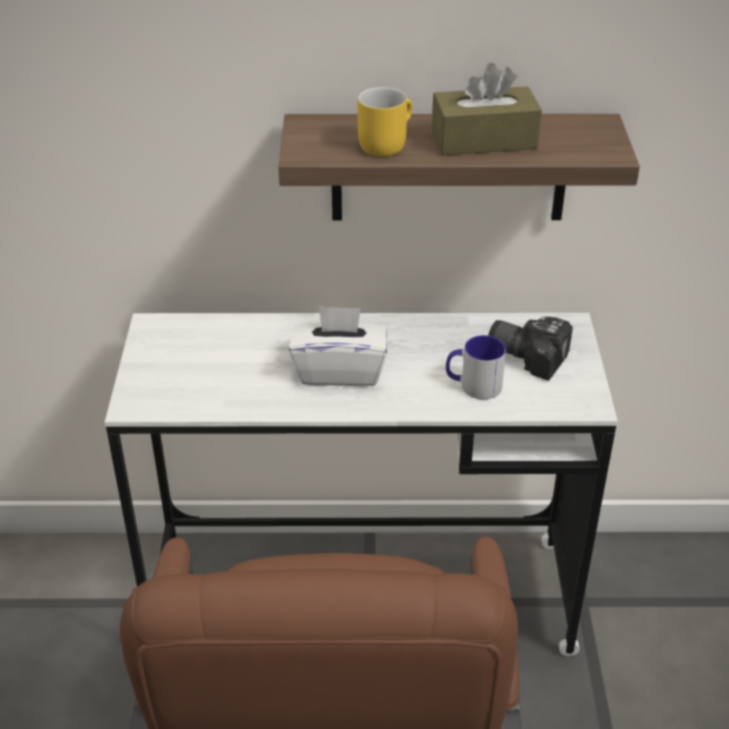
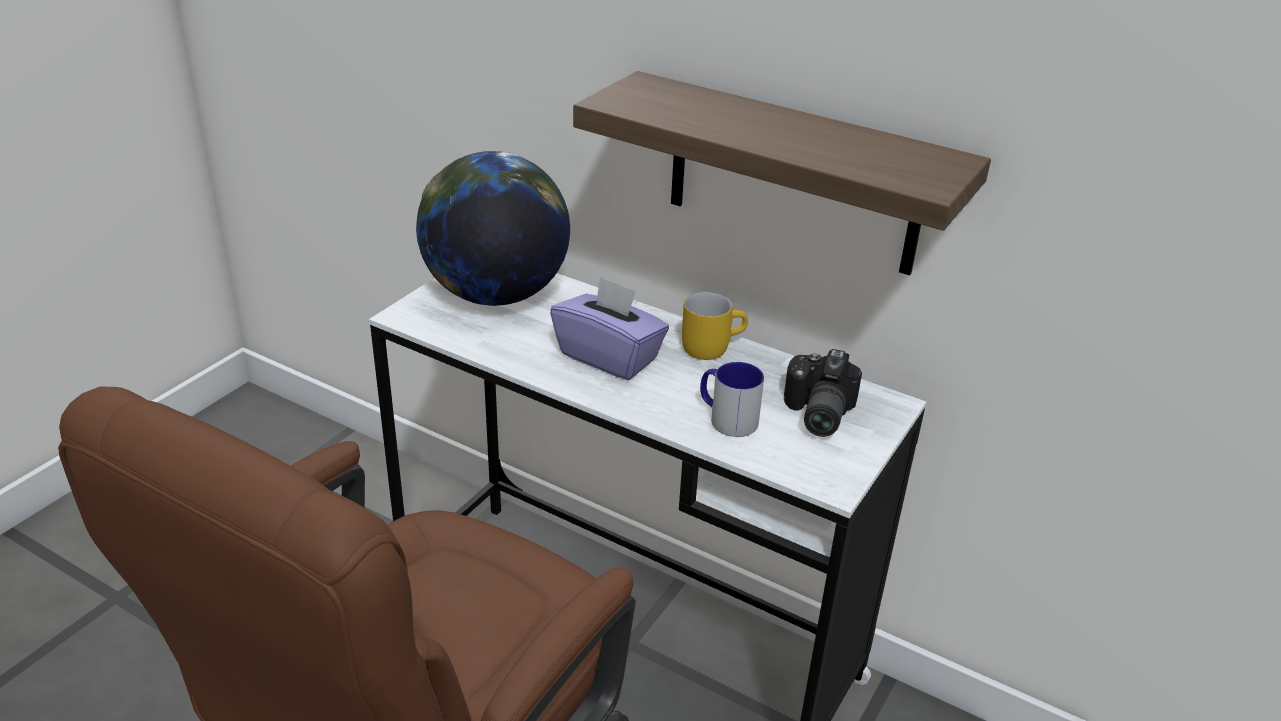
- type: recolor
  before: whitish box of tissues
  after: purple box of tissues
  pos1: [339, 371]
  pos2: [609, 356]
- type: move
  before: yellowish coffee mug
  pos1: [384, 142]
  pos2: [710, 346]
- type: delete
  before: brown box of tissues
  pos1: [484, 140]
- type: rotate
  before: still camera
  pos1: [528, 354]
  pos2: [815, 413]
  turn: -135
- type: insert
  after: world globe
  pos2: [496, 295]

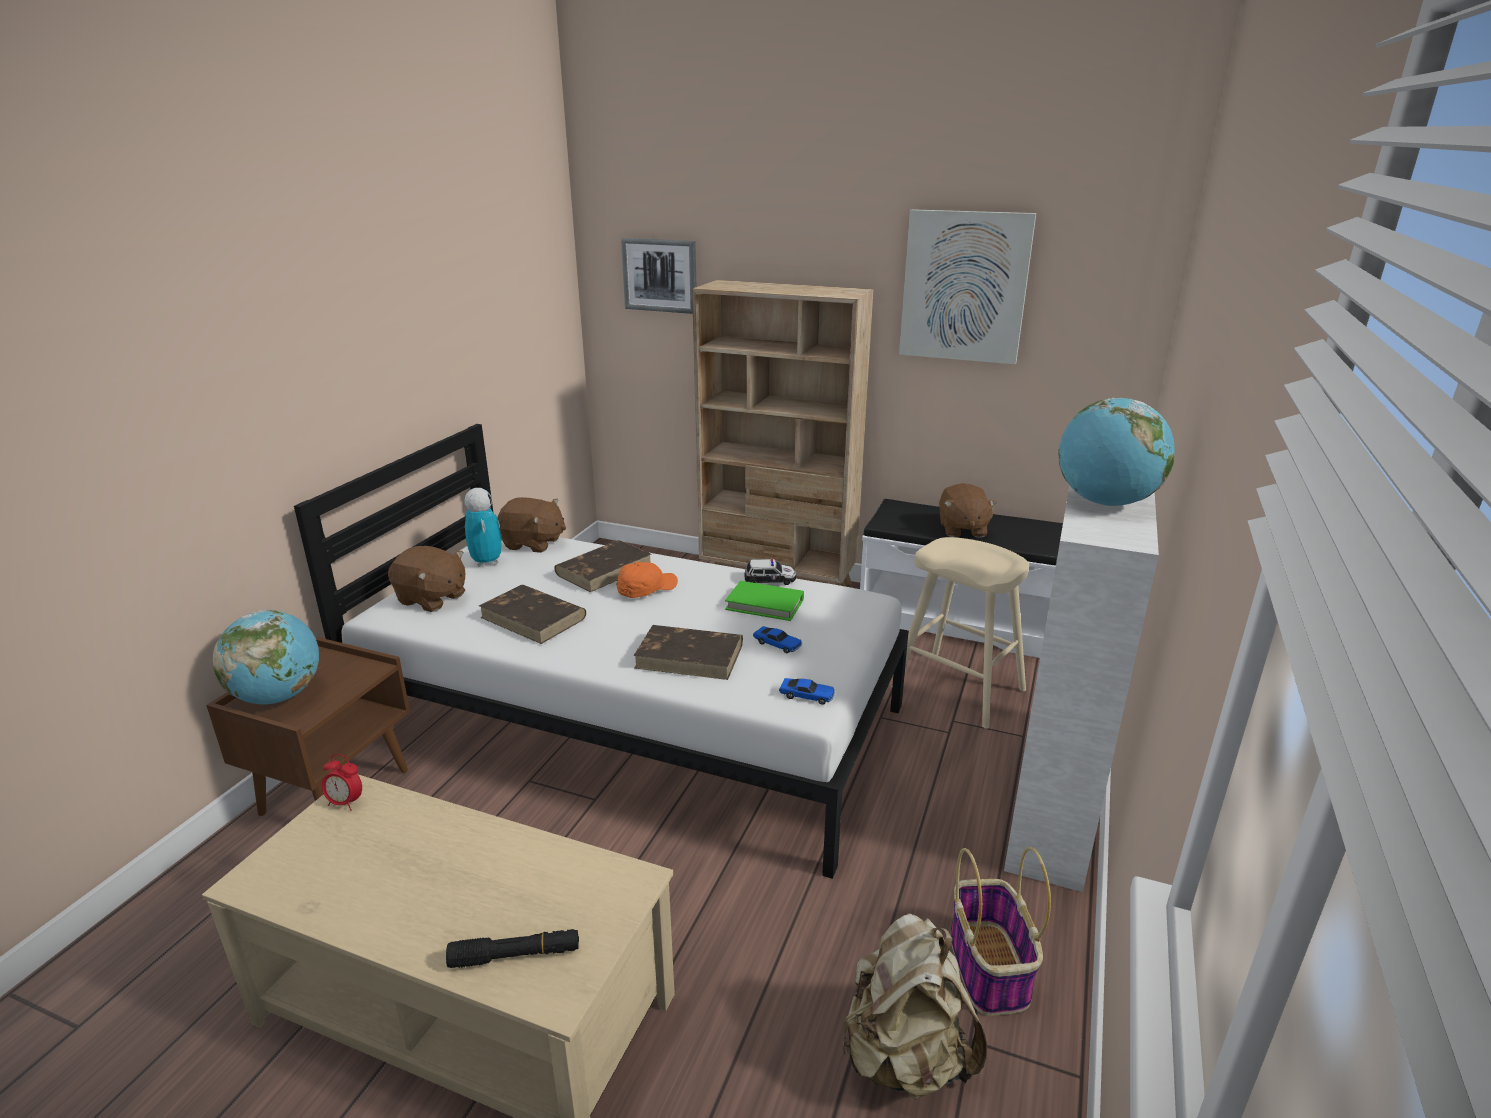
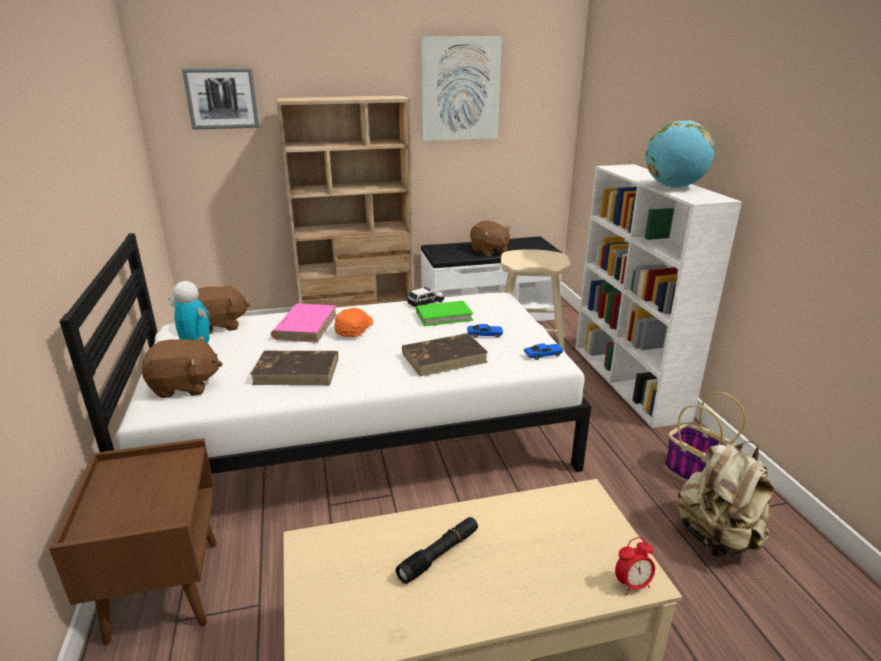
- type: delete
  before: world globe
  pos1: [278, 696]
- type: move
  before: alarm clock
  pos1: [345, 803]
  pos2: [632, 584]
- type: move
  before: black torch
  pos1: [515, 956]
  pos2: [439, 555]
- type: recolor
  before: brown bound book
  after: pink bound book
  pos1: [604, 569]
  pos2: [305, 326]

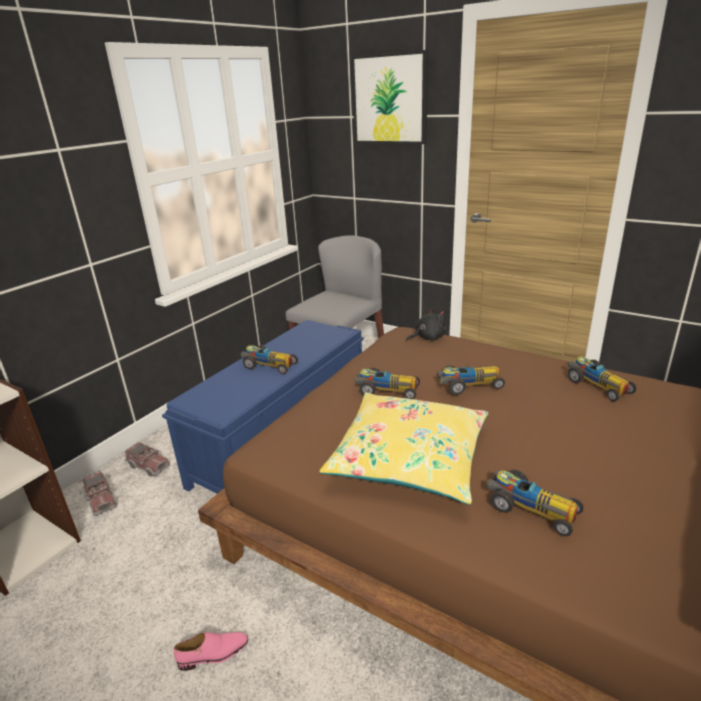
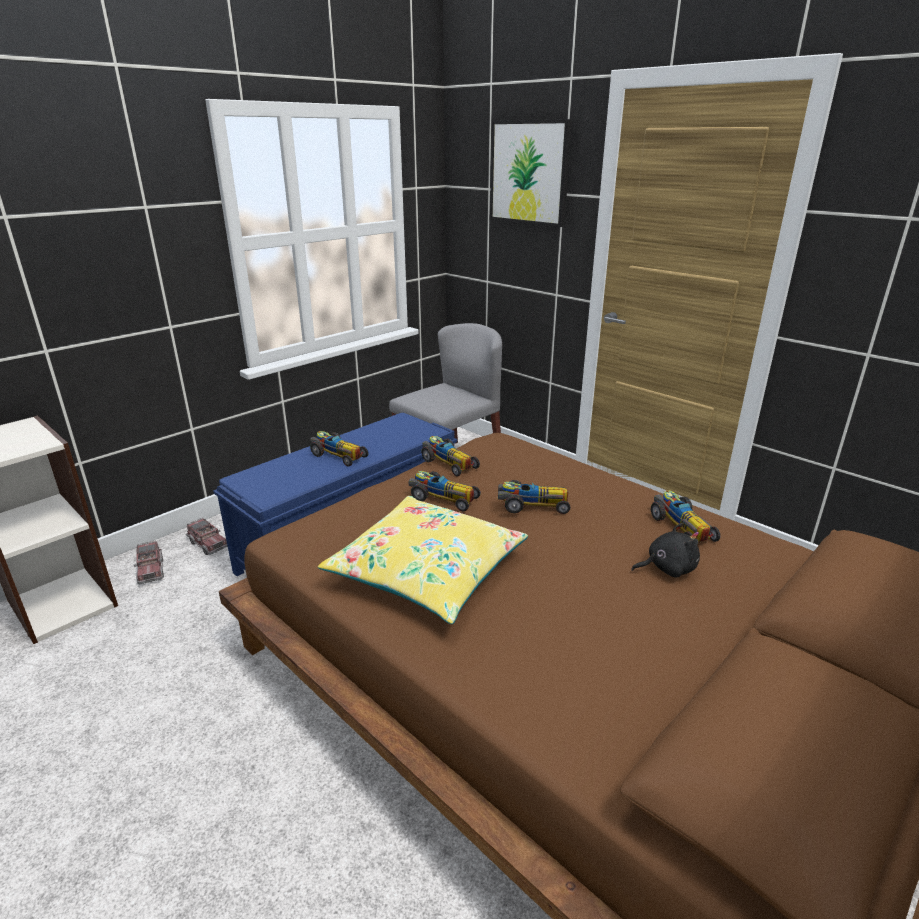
- type: delete
  before: pink item of footwear
  pos1: [213, 654]
- type: move
  before: black plush toy
  pos1: [428, 338]
  pos2: [667, 568]
- type: move
  before: model car
  pos1: [530, 508]
  pos2: [448, 462]

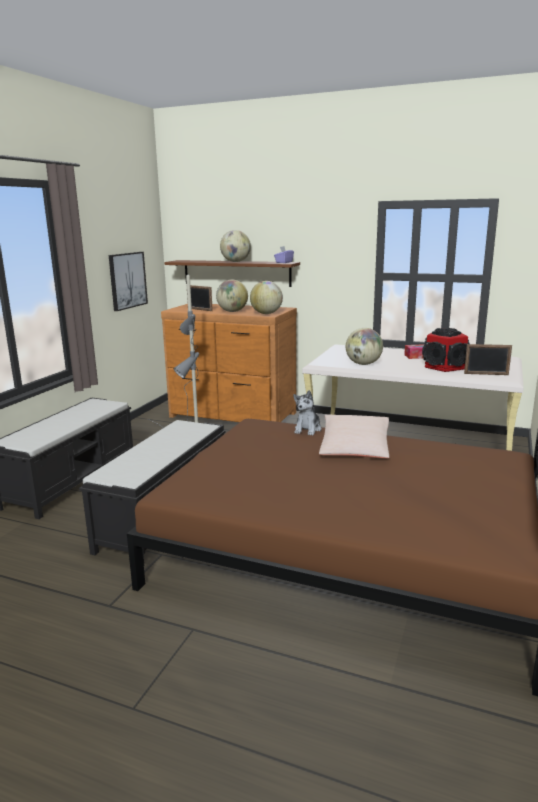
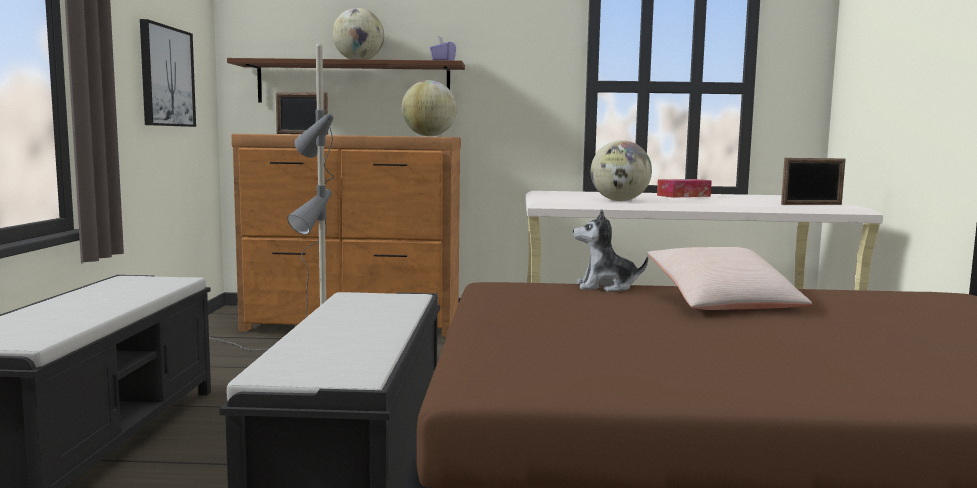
- type: delete
  before: world globe
  pos1: [232, 311]
- type: rotate
  before: plush toy
  pos1: [308, 429]
  pos2: [606, 287]
  turn: 90
- type: delete
  before: audio speaker
  pos1: [445, 367]

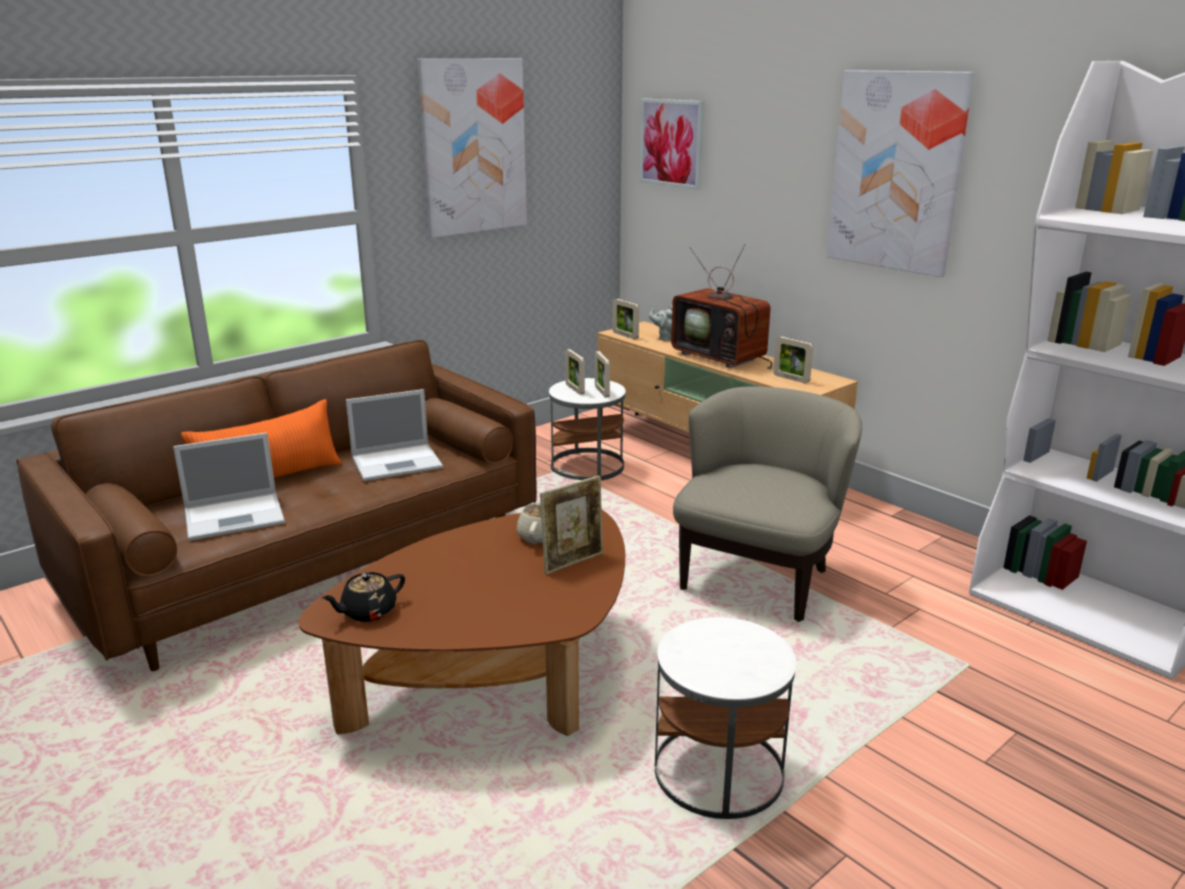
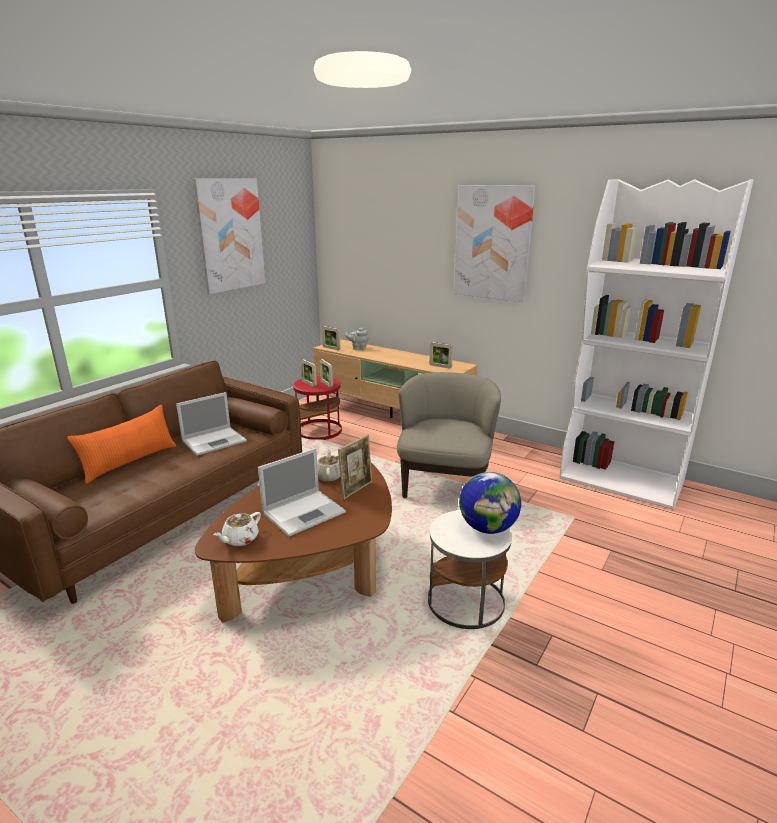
- type: move
  before: laptop
  pos1: [236, 516]
  pos2: [305, 512]
- type: recolor
  before: black pot for tea
  after: whitish pot for tea
  pos1: [368, 612]
  pos2: [240, 539]
- type: recolor
  before: whitish accent table
  after: red-coloured accent table
  pos1: [587, 466]
  pos2: [319, 430]
- type: delete
  before: picture
  pos1: [671, 143]
- type: delete
  before: television
  pos1: [722, 357]
- type: insert
  after: world globe
  pos2: [488, 528]

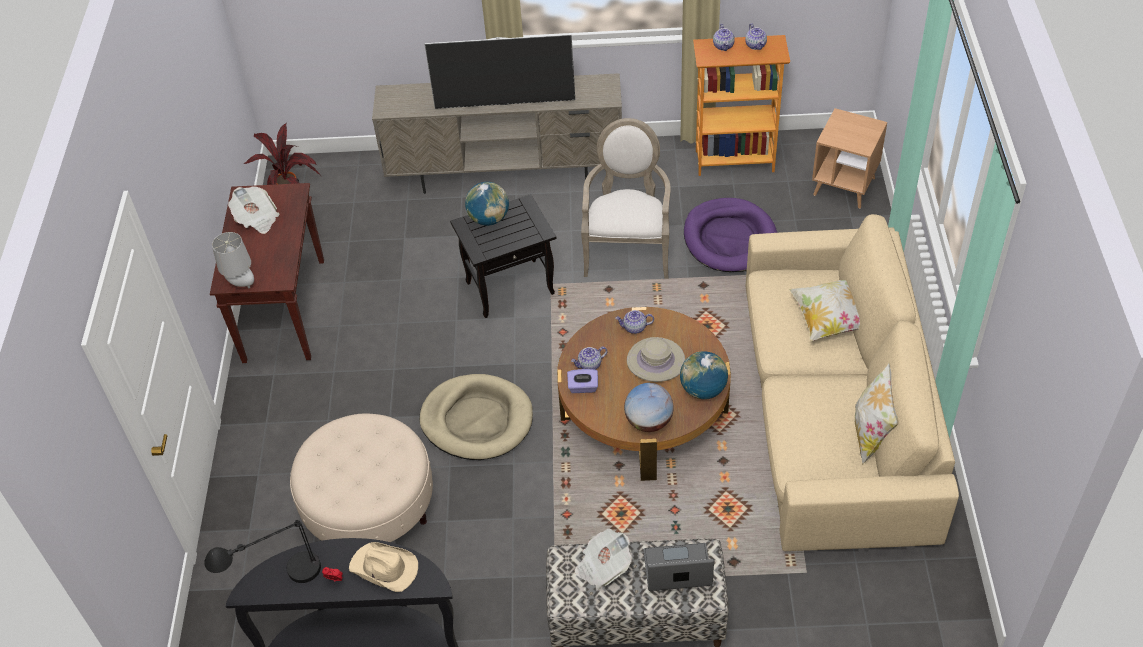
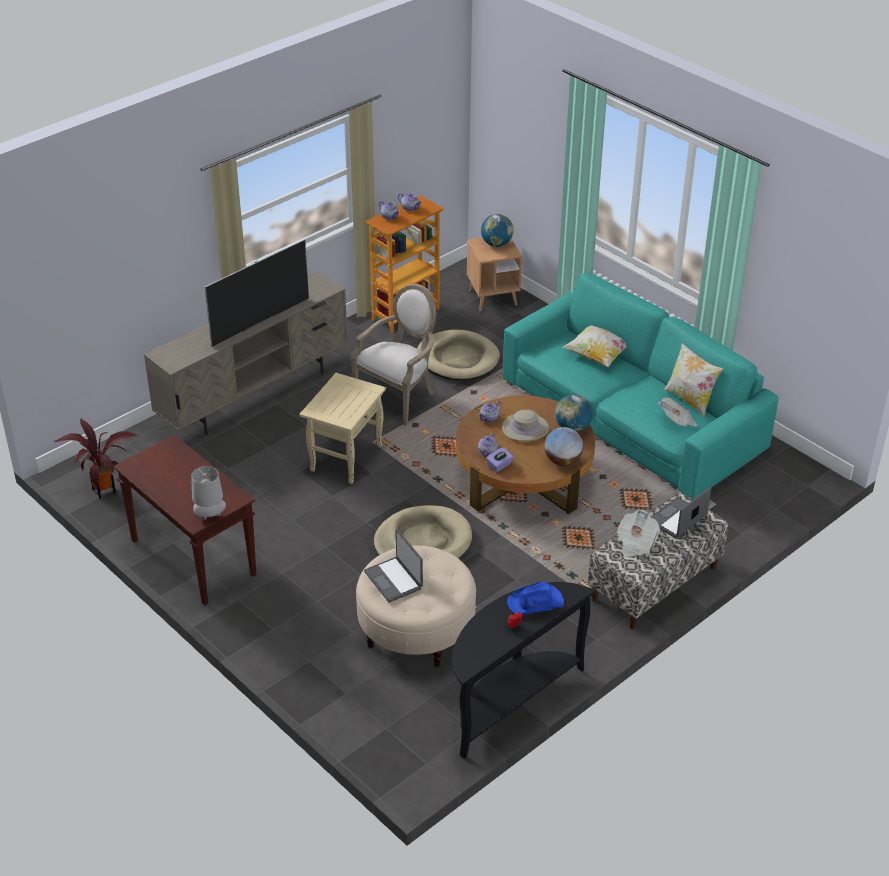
- type: delete
  before: black table lamp
  pos1: [276, 581]
- type: move
  before: printed paper
  pos1: [256, 219]
  pos2: [677, 421]
- type: recolor
  before: beige hat
  after: bluish hat
  pos1: [384, 569]
  pos2: [536, 602]
- type: recolor
  before: black accent table
  after: beige accent table
  pos1: [511, 287]
  pos2: [346, 457]
- type: move
  before: world globe
  pos1: [489, 219]
  pos2: [496, 244]
- type: rotate
  before: easy chair
  pos1: [628, 250]
  pos2: [399, 397]
  turn: 75
- type: recolor
  before: purple pet bed
  after: beige pet bed
  pos1: [730, 239]
  pos2: [457, 359]
- type: recolor
  before: beige couch
  after: turquoise-coloured couch
  pos1: [834, 408]
  pos2: [630, 416]
- type: insert
  after: laptop
  pos2: [394, 580]

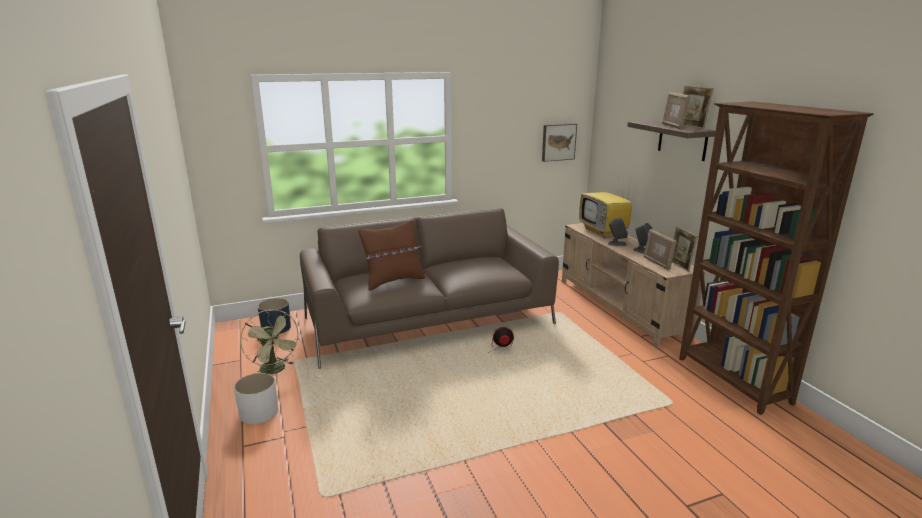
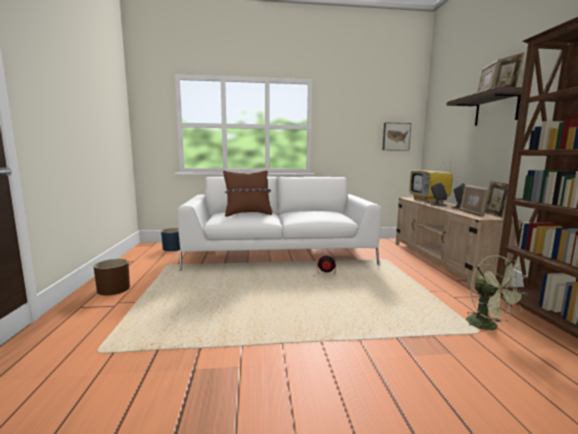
- type: recolor
  before: whitish plant pot
  after: brown plant pot
  pos1: [259, 412]
  pos2: [113, 289]
- type: move
  before: green-coloured electric fan
  pos1: [275, 370]
  pos2: [488, 326]
- type: recolor
  before: brown couch
  after: whitish couch
  pos1: [428, 321]
  pos2: [279, 254]

